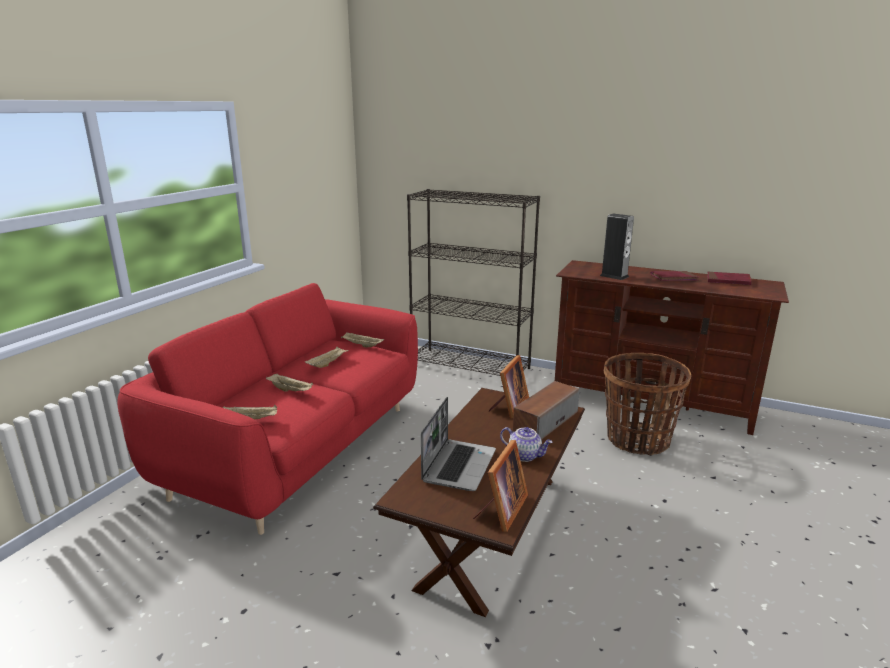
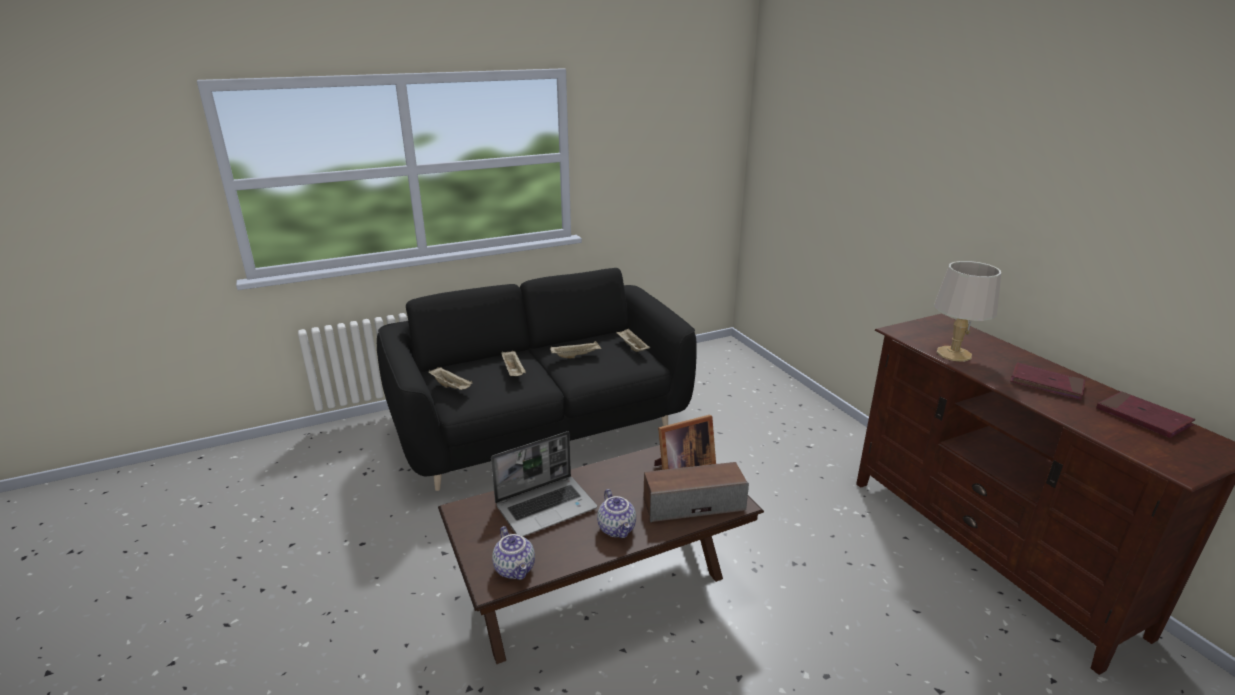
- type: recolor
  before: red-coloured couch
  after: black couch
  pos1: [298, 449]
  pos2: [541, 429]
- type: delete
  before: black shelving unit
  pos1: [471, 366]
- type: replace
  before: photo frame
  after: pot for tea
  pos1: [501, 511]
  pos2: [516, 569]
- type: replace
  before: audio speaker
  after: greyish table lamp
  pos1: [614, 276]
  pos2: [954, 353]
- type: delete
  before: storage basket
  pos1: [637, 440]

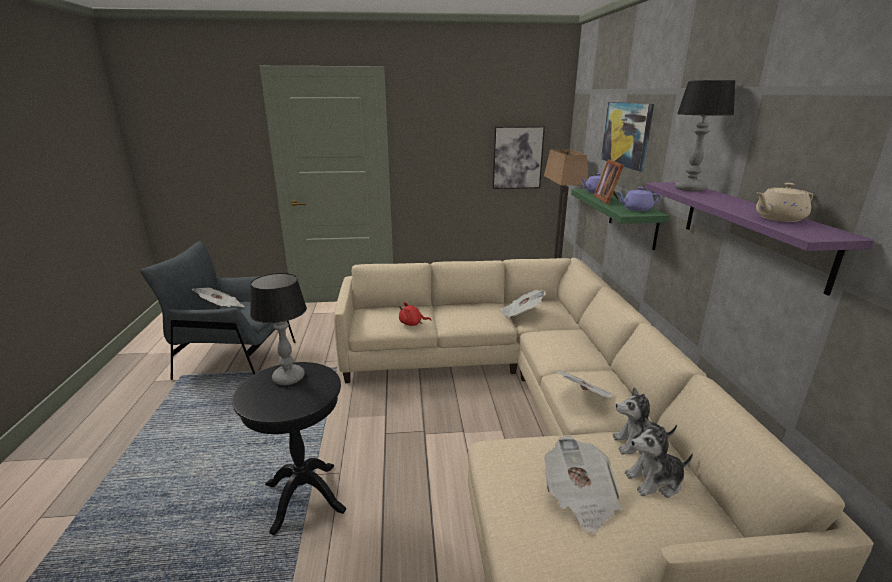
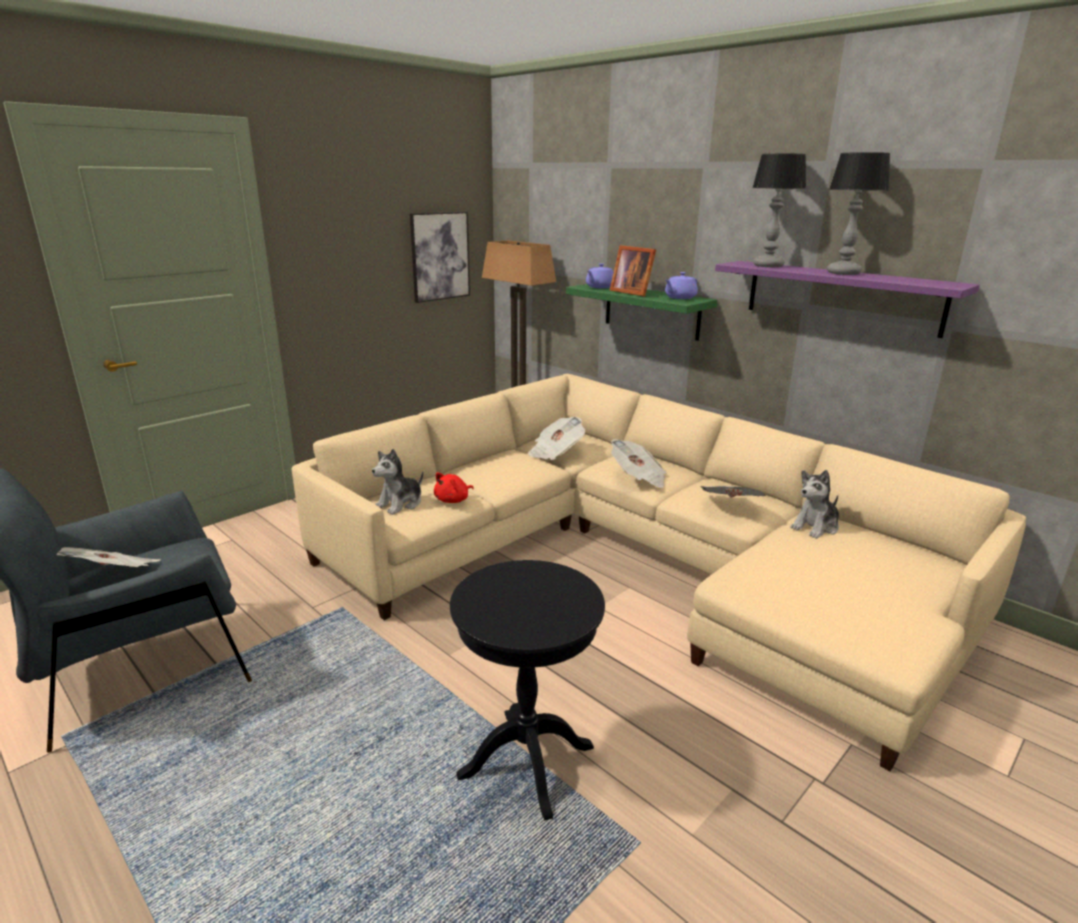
- type: move
  before: table lamp
  pos1: [288, 378]
  pos2: [843, 273]
- type: move
  before: printed paper
  pos1: [580, 498]
  pos2: [638, 478]
- type: delete
  before: picture
  pos1: [627, 134]
- type: move
  before: plush toy
  pos1: [655, 481]
  pos2: [400, 504]
- type: delete
  before: beige pot for tea
  pos1: [778, 218]

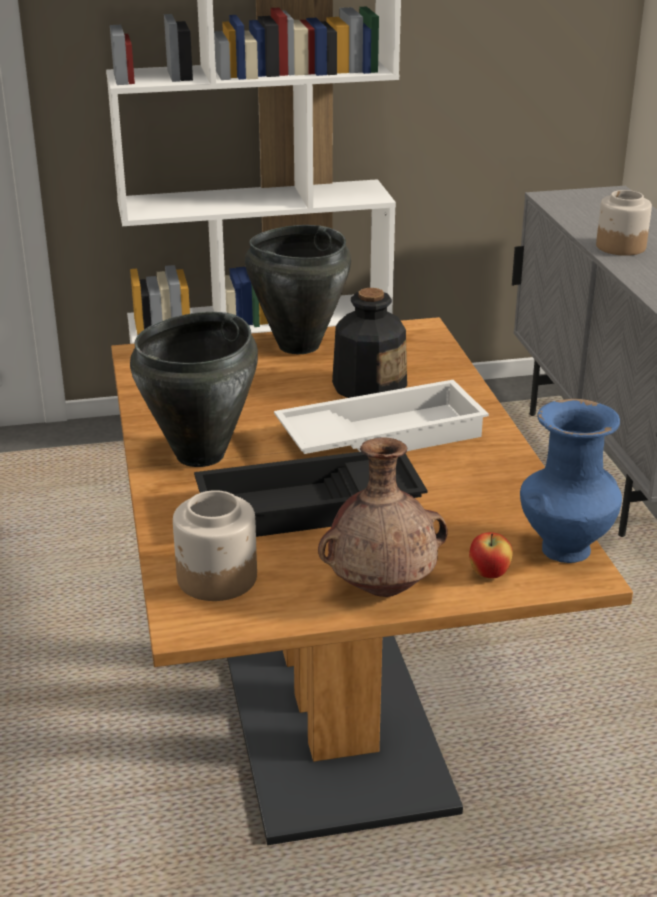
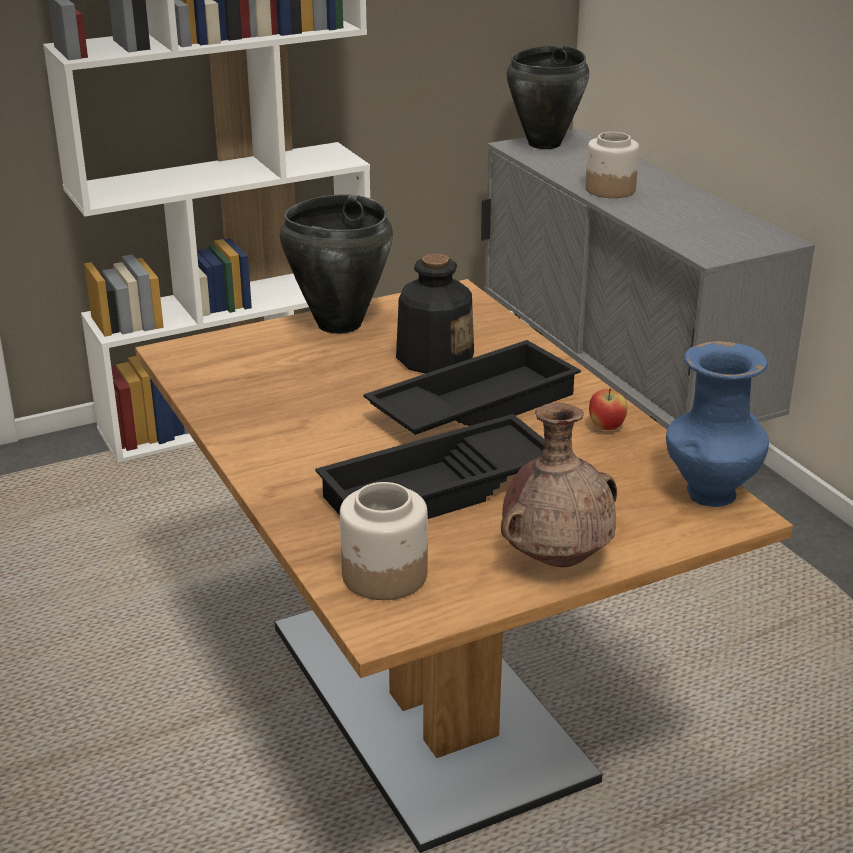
- type: move
  before: black saucepot
  pos1: [201, 455]
  pos2: [545, 144]
- type: recolor
  before: whitish carrying tray
  after: black carrying tray
  pos1: [381, 434]
  pos2: [473, 405]
- type: move
  before: whole apple
  pos1: [489, 574]
  pos2: [606, 427]

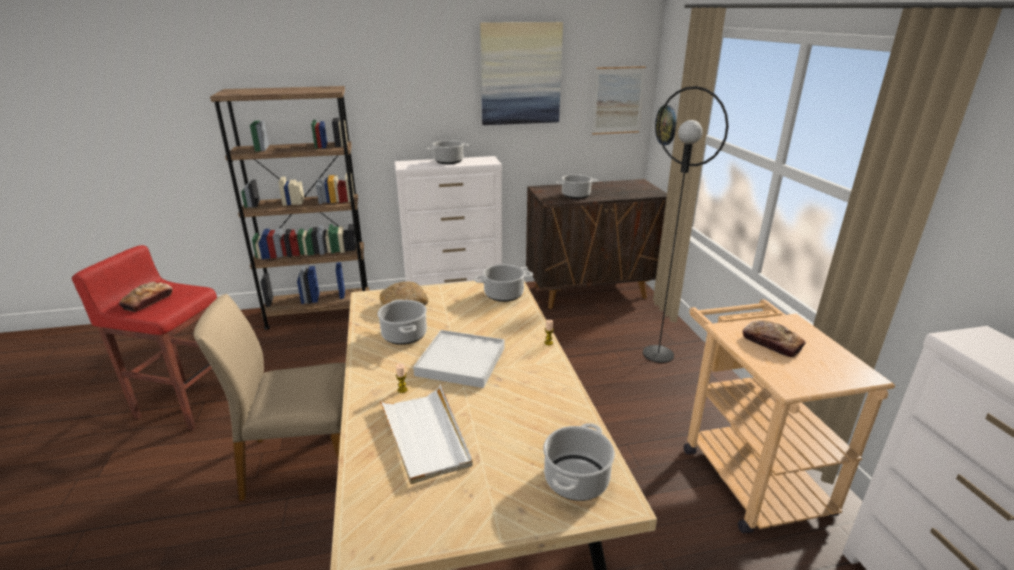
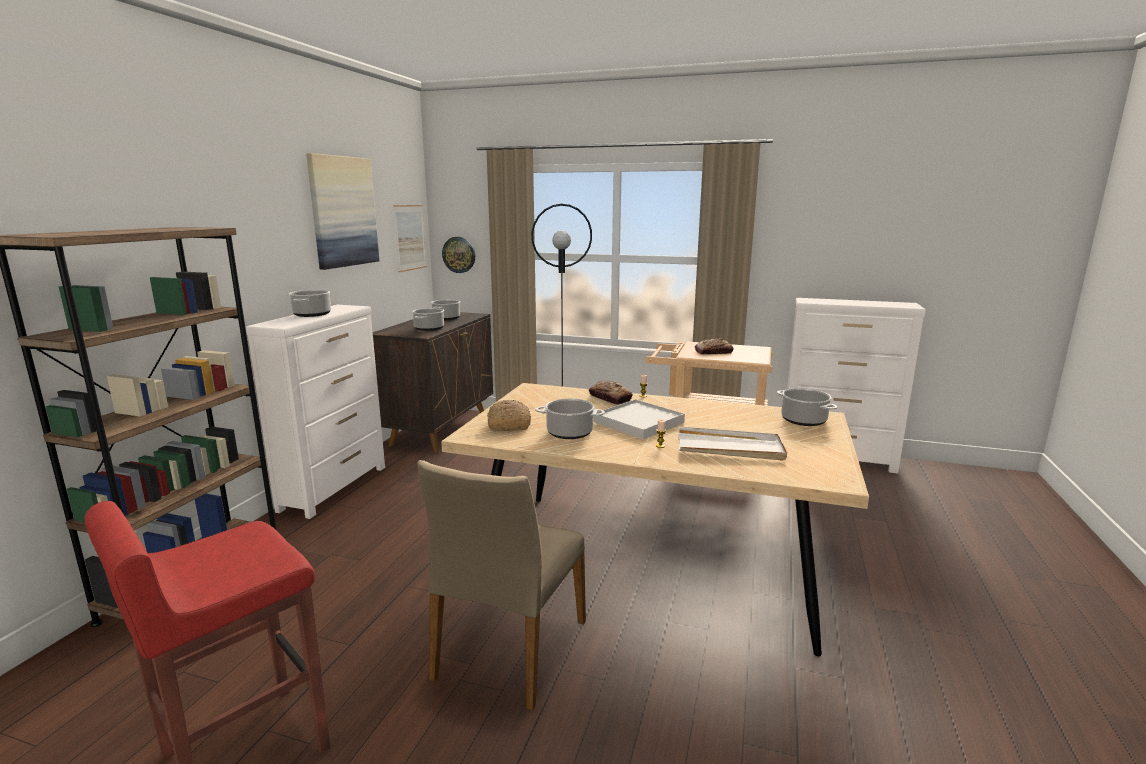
- type: move
  before: bread
  pos1: [148, 301]
  pos2: [610, 398]
- type: move
  before: saucepot
  pos1: [503, 294]
  pos2: [446, 318]

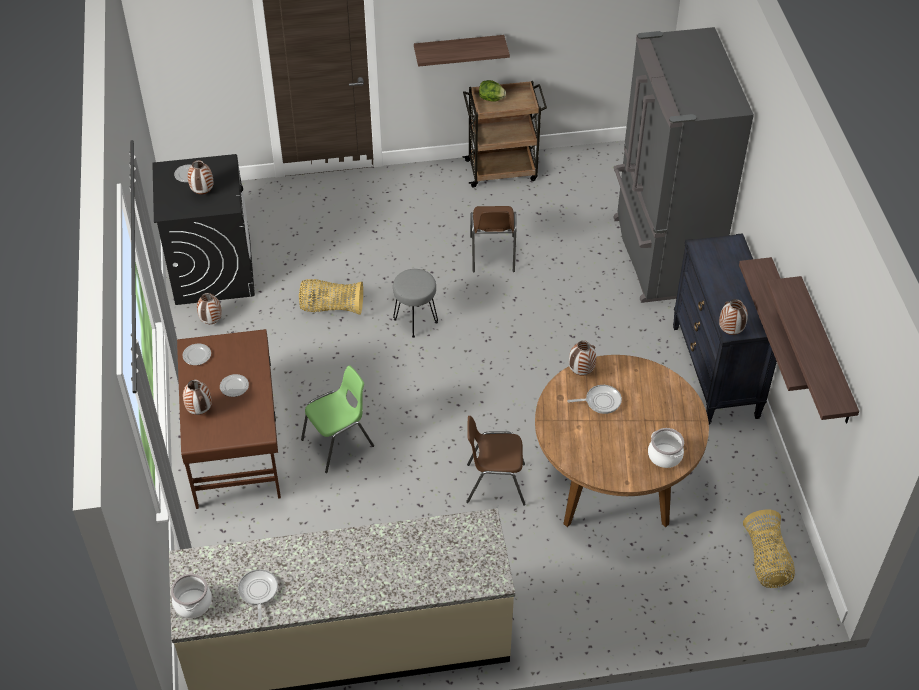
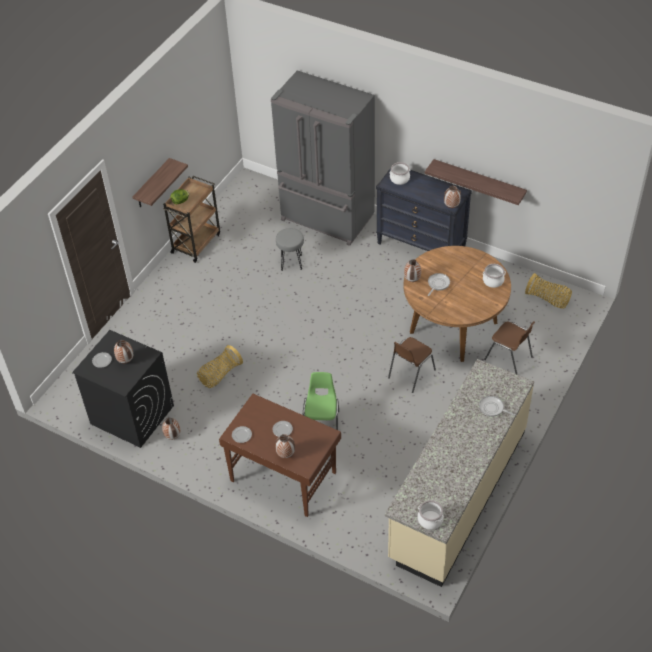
- type: move
  before: frying pan
  pos1: [258, 592]
  pos2: [493, 408]
- type: move
  before: greyish stool seat
  pos1: [416, 321]
  pos2: [291, 262]
- type: move
  before: brown plain chair
  pos1: [492, 254]
  pos2: [509, 358]
- type: delete
  before: bracket shelf
  pos1: [825, 352]
- type: insert
  after: saucepot
  pos2: [399, 179]

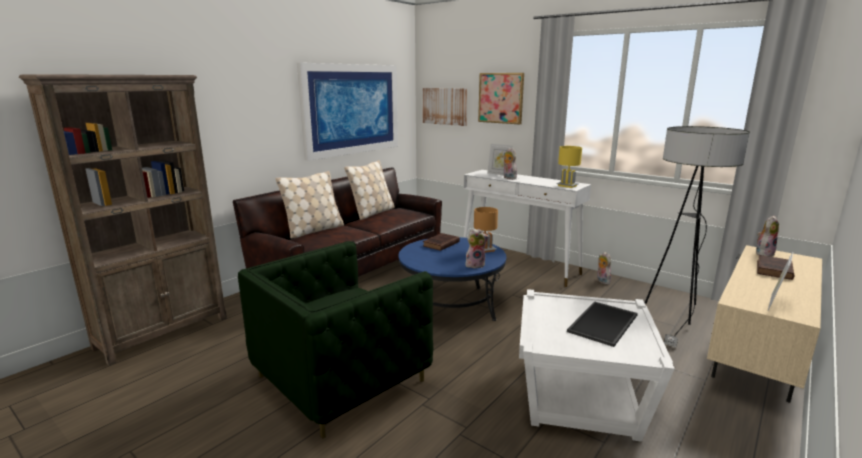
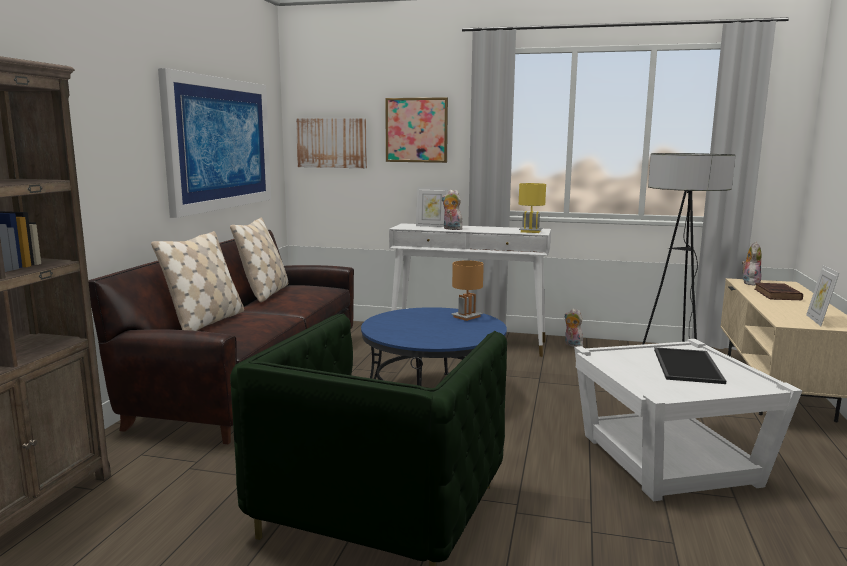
- type: delete
  before: brown bound book
  pos1: [440, 244]
- type: delete
  before: plush toy
  pos1: [475, 265]

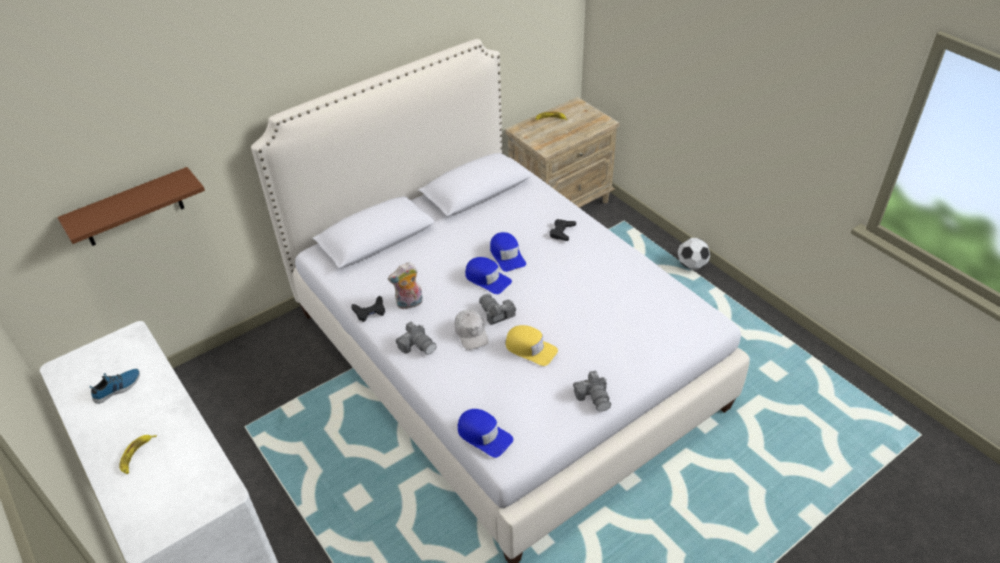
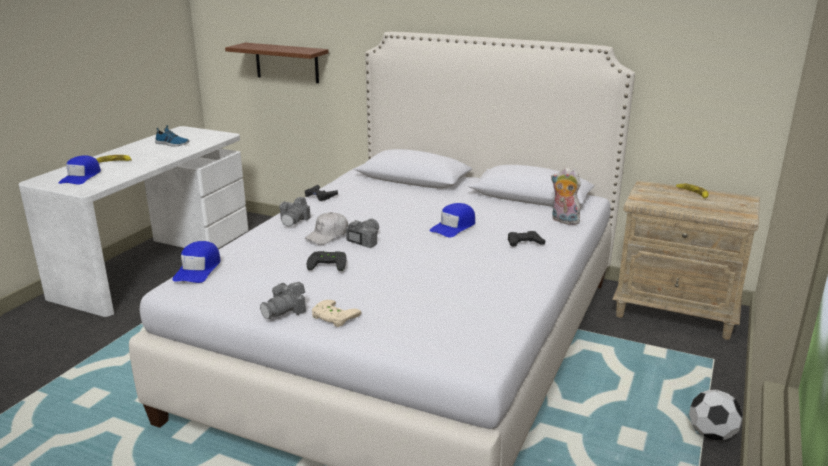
- type: move
  before: plush toy
  pos1: [409, 304]
  pos2: [563, 221]
- type: move
  before: bluish baseball cap
  pos1: [487, 279]
  pos2: [81, 177]
- type: replace
  before: yellowish baseball cap
  after: black game controller
  pos1: [530, 348]
  pos2: [328, 263]
- type: insert
  after: beige game controller
  pos2: [333, 317]

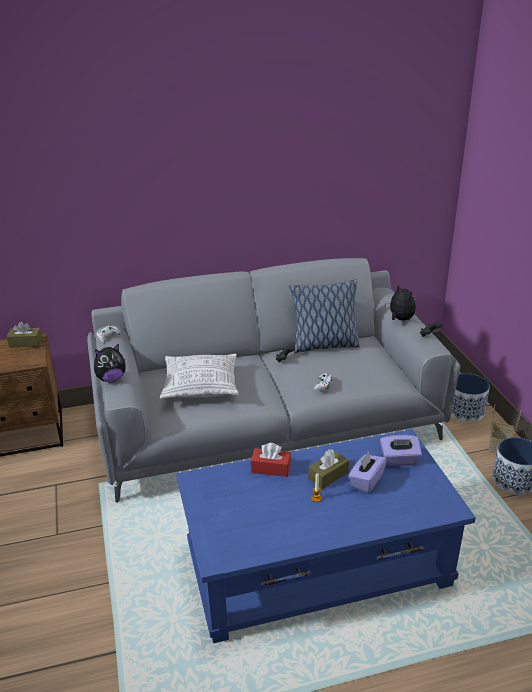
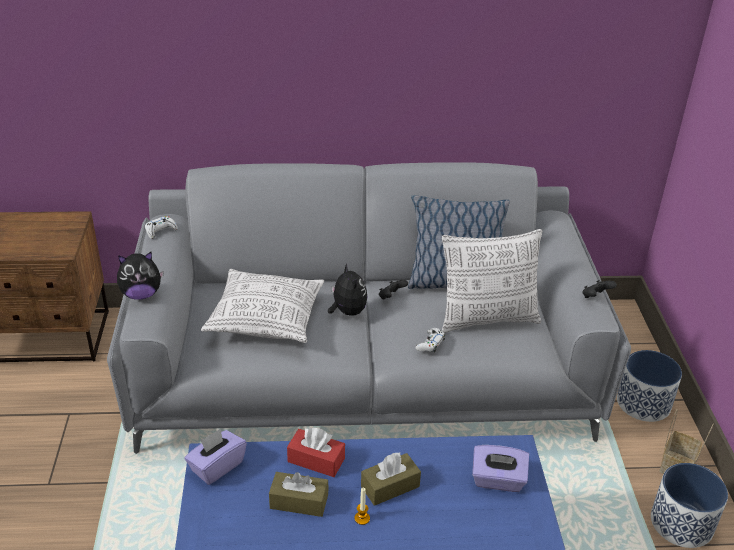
- type: move
  before: brown box of tissues
  pos1: [25, 343]
  pos2: [299, 501]
- type: move
  before: purple box of tissues
  pos1: [366, 481]
  pos2: [217, 466]
- type: move
  before: plush toy
  pos1: [400, 319]
  pos2: [347, 311]
- type: insert
  after: cushion
  pos2: [487, 319]

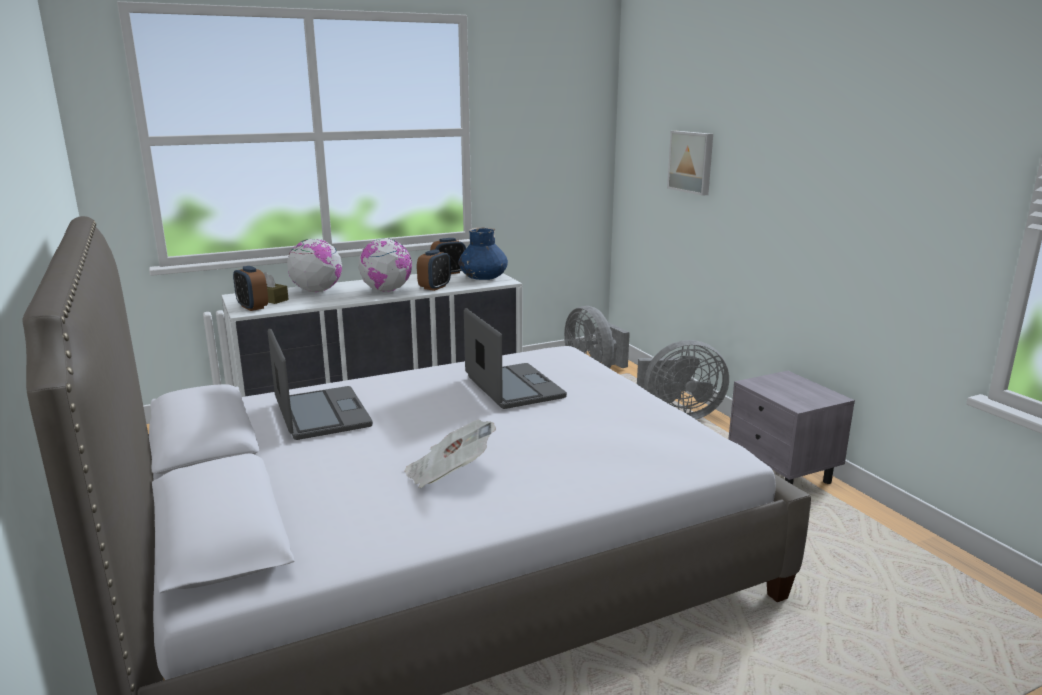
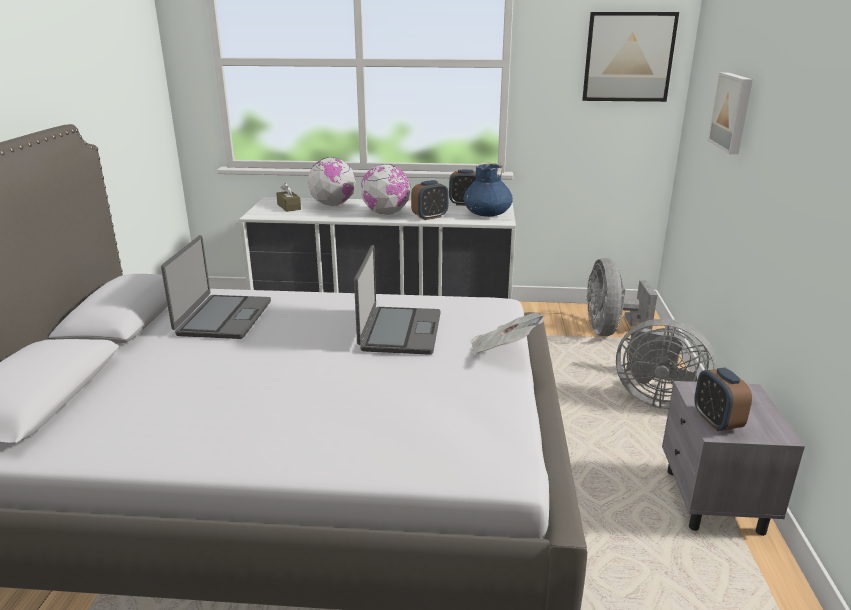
- type: move
  before: alarm clock
  pos1: [252, 307]
  pos2: [716, 421]
- type: move
  before: printed paper
  pos1: [449, 474]
  pos2: [503, 350]
- type: insert
  after: picture
  pos2: [628, 57]

